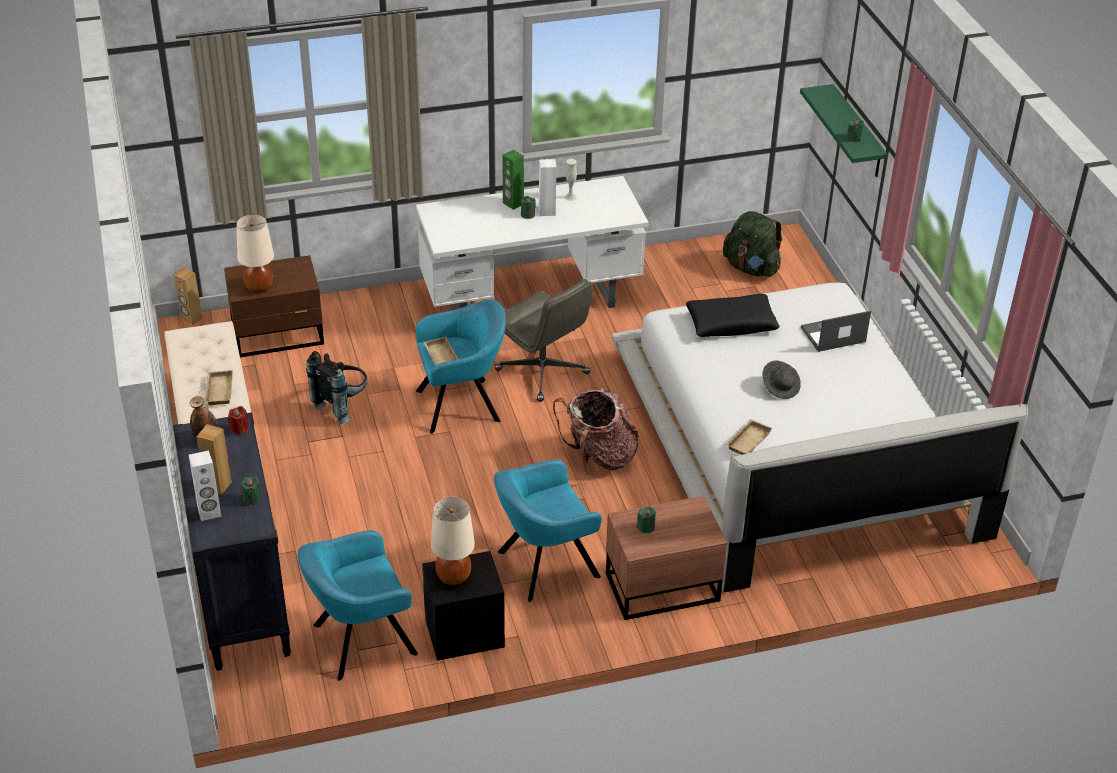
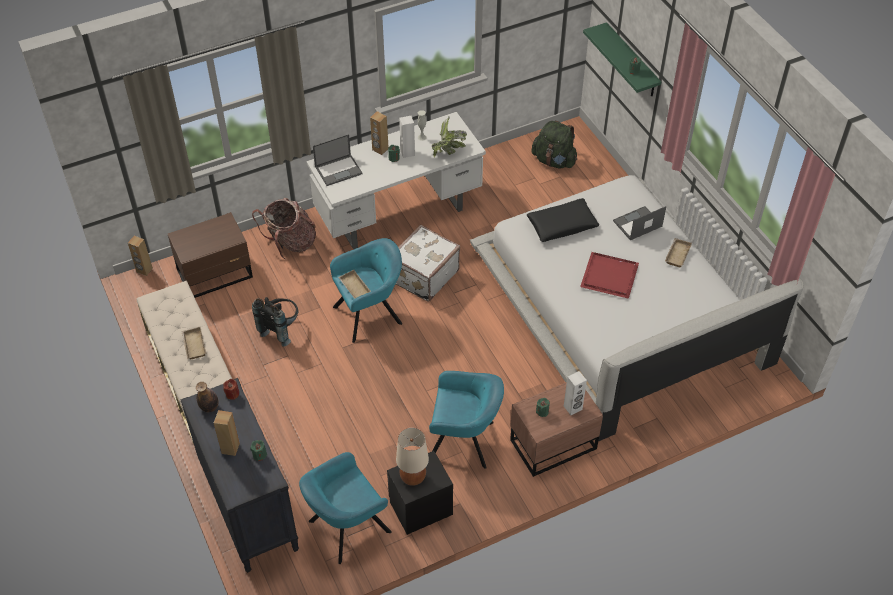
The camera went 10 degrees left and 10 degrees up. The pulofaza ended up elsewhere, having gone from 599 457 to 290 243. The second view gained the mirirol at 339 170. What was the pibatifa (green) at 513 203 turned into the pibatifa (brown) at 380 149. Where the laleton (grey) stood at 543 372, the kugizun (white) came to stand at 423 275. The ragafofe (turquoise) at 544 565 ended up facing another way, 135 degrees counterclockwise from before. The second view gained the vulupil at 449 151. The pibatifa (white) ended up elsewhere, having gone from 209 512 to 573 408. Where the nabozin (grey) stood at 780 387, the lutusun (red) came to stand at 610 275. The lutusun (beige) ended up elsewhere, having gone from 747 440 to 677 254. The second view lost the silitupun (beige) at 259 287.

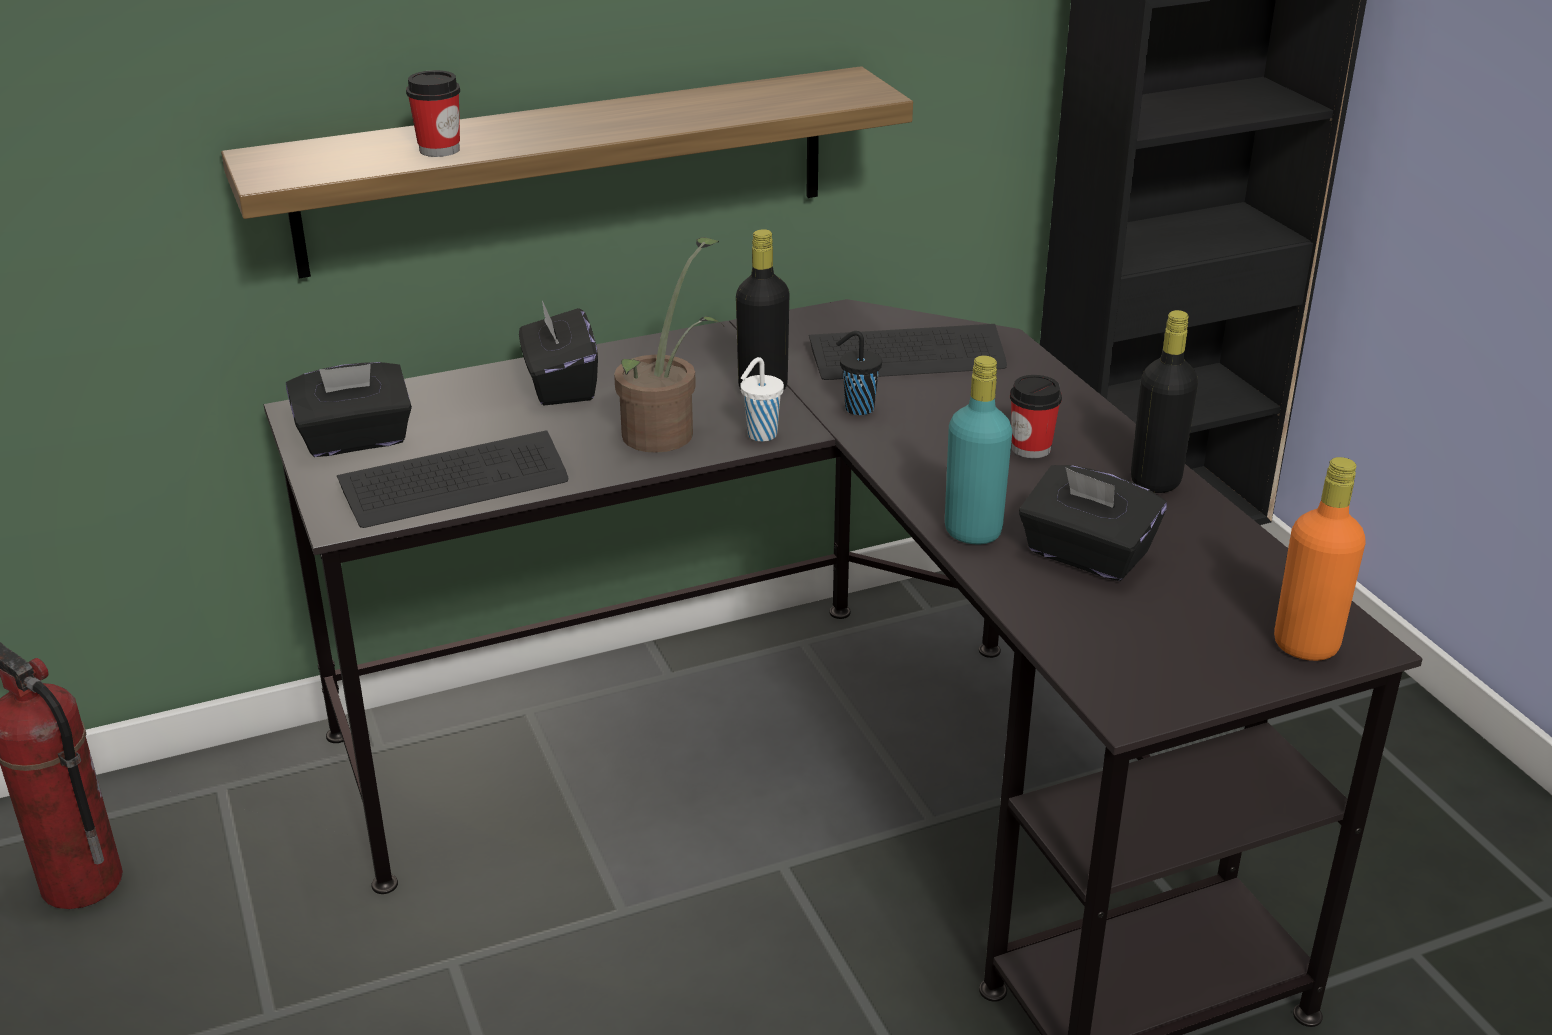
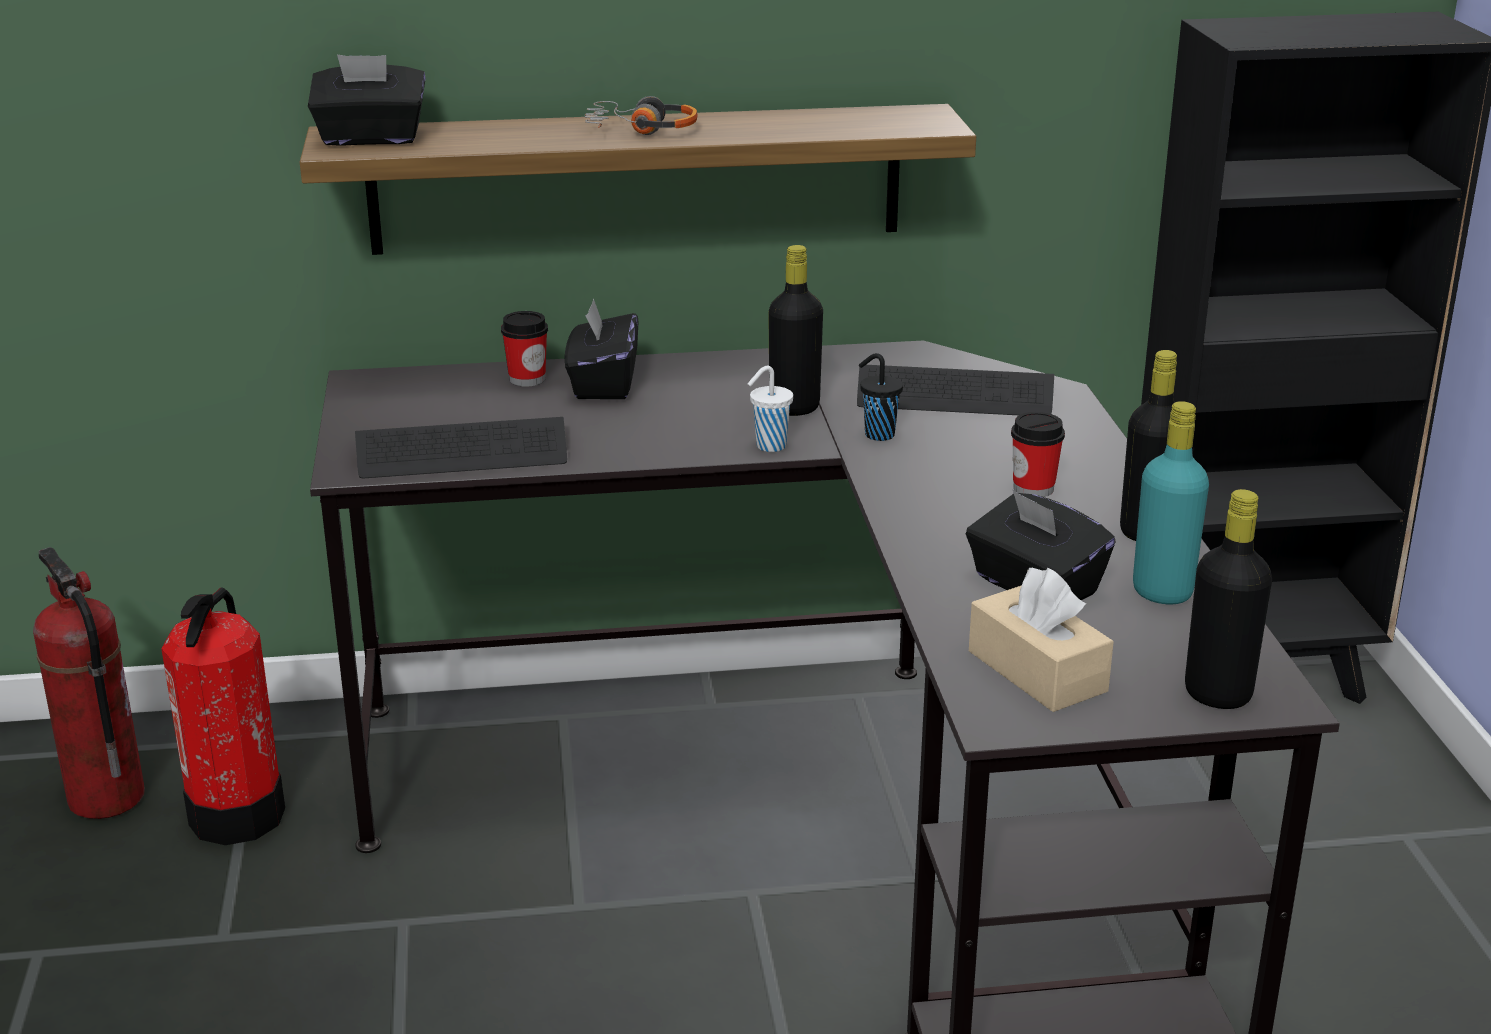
The camera went 15 degrees right and 5 degrees down. The second view gained the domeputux at 238 815. The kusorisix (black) ended up elsewhere, having gone from 355 440 to 371 138. The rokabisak ended up elsewhere, having gone from 439 149 to 527 379. The second view gained the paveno at 640 129. The second view gained the kusorisix (beige) at 1037 671. The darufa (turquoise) ended up elsewhere, having gone from 972 532 to 1162 592. What was the darufa (orange) at 1305 645 turned into the darufa (black) at 1217 694. The second view lost the vulupil at 666 430.

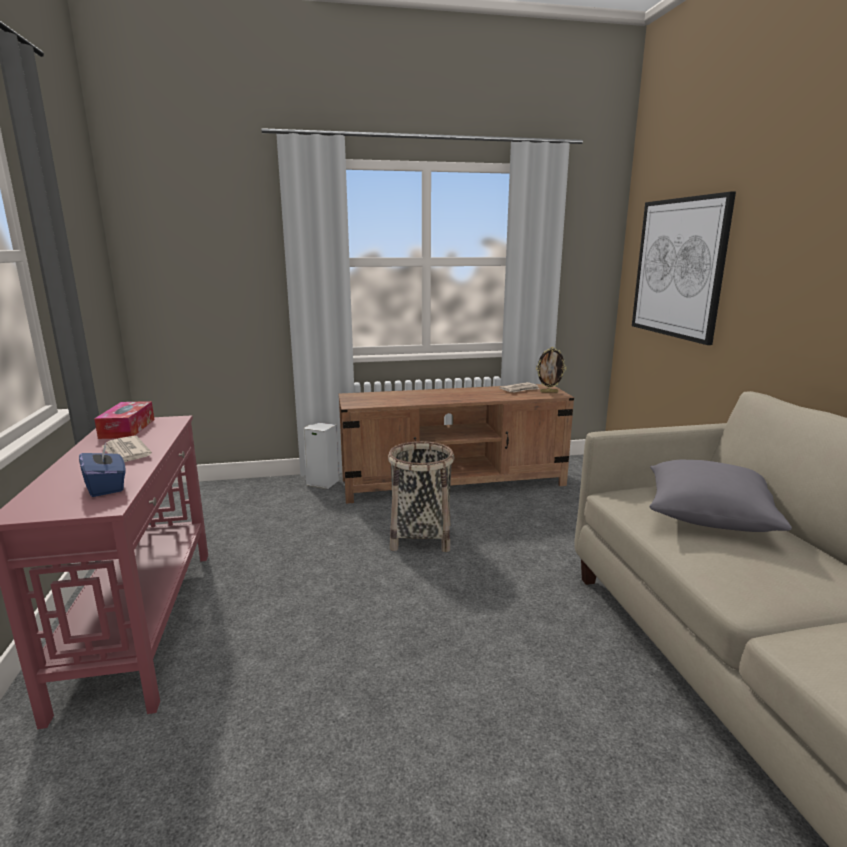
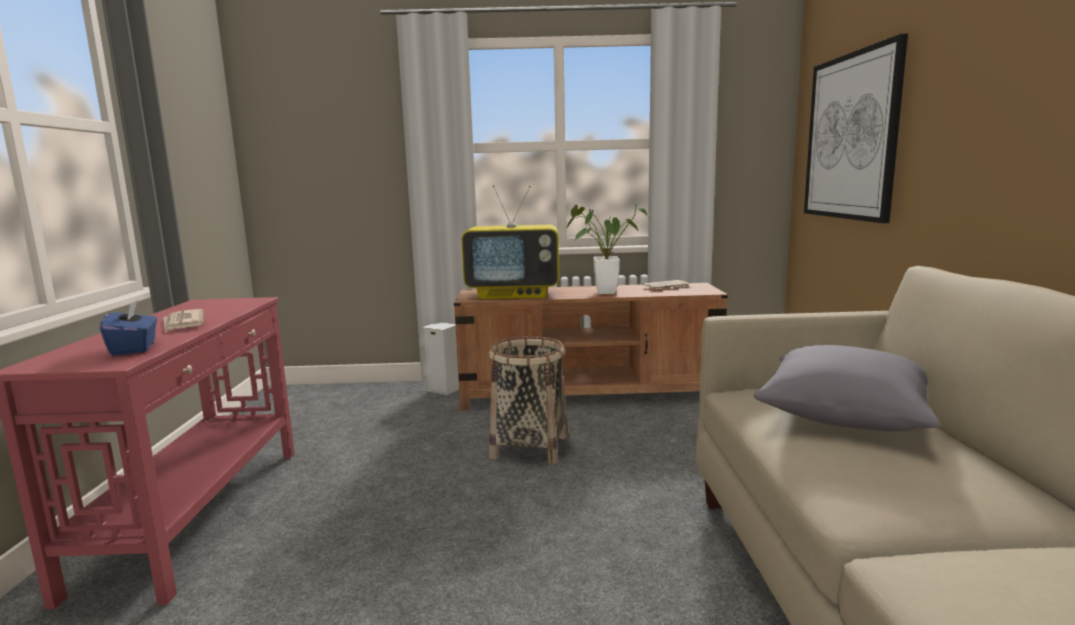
The camera went 10 degrees right and 5 degrees down. The second view gained the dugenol at 514 294. The second view gained the vulupil at 600 292. The second view lost the kusorisix at 127 428. The second view lost the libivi at 549 392.

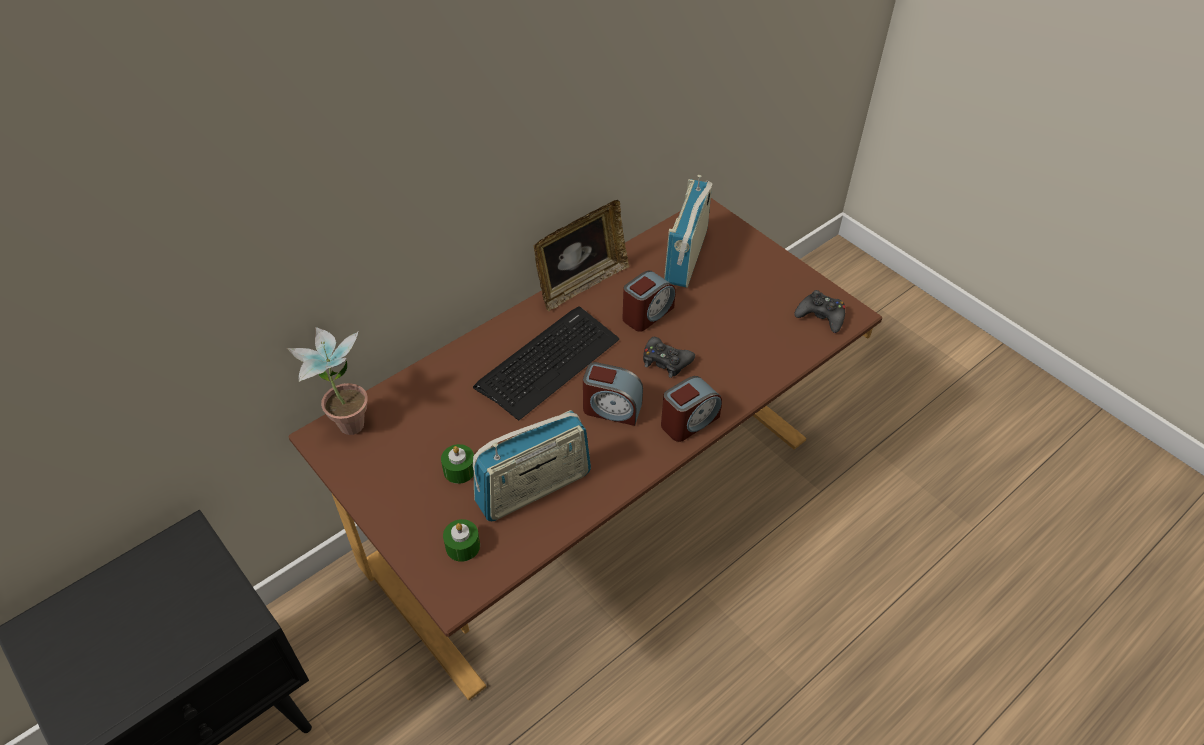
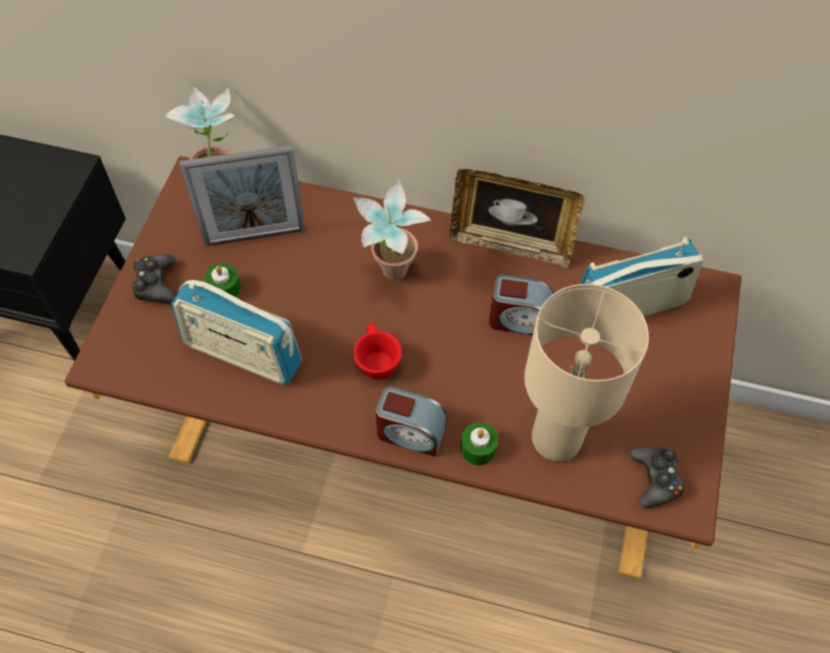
The camera went 55 degrees right and 10 degrees up. The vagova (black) ended up elsewhere, having gone from 666 361 to 156 283. The second view gained the libivi at 255 236. Where the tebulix stood at 548 362, the vulupil came to stand at 391 278. Where the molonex stood at 611 409, the rokabisak (red) came to stand at 376 360. The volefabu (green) ended up elsewhere, having gone from 462 546 to 478 448. The second view gained the silitupun (beige) at 555 437.

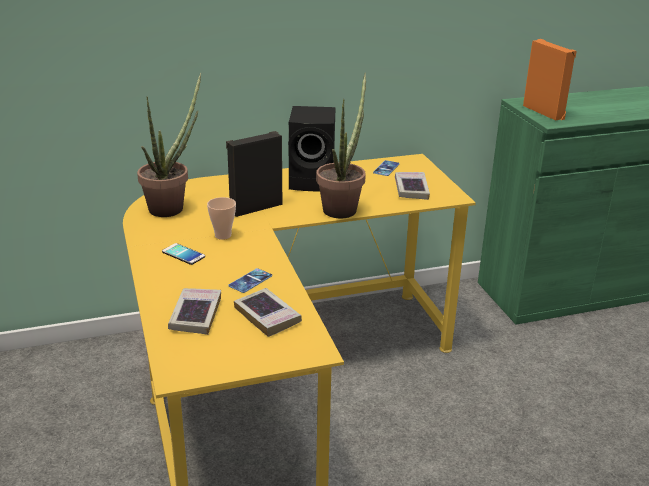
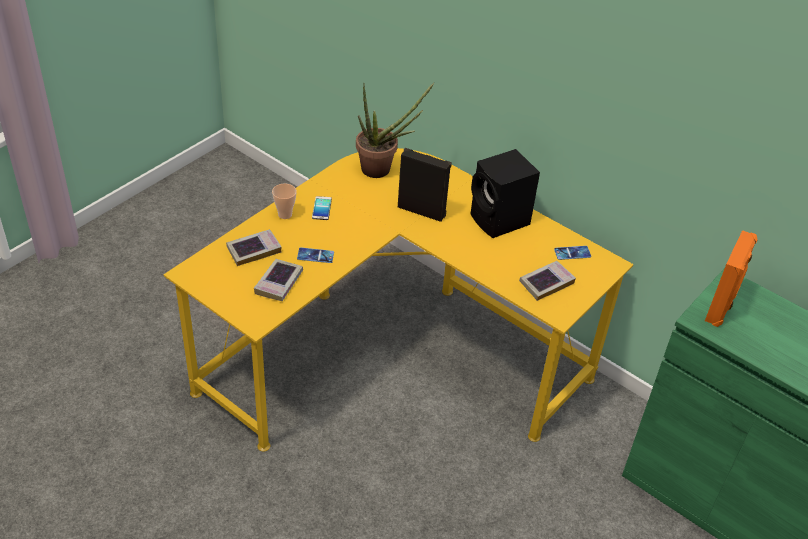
The camera went 55 degrees right and 15 degrees up. The rokabisak ended up elsewhere, having gone from 223 235 to 285 214. The second view lost the vulupil at 342 207.

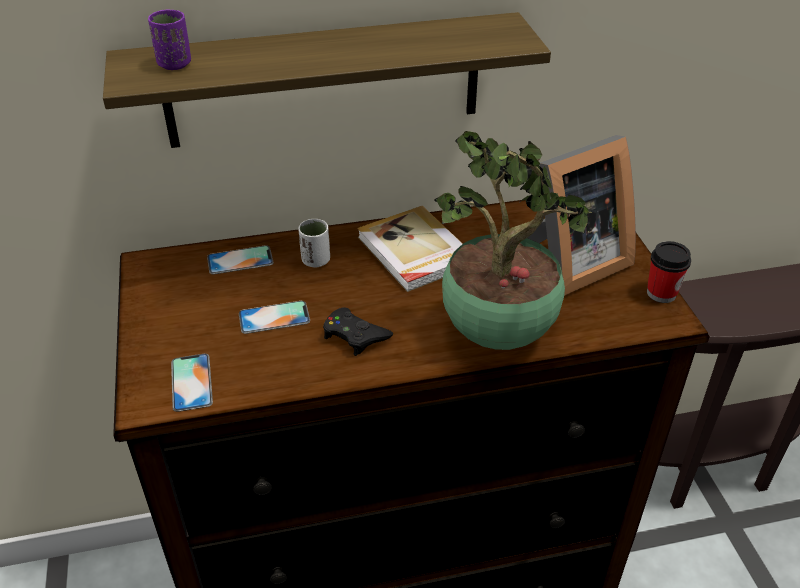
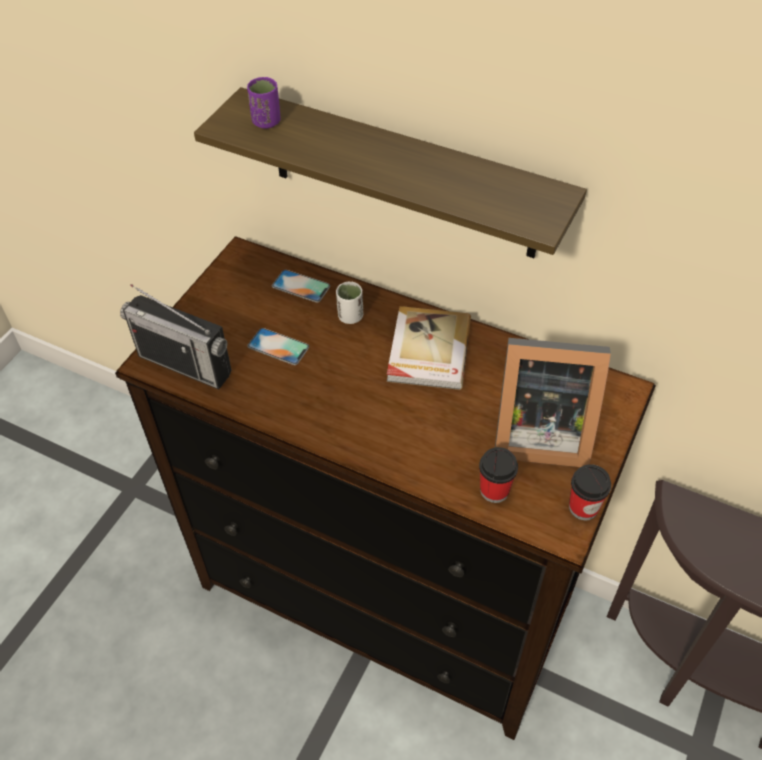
The camera went 40 degrees right and 10 degrees up. Where the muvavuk stood at 191 382, the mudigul came to stand at 185 364. The second view gained the rokabisak at 494 490. The second view lost the vagova (black) at 354 335. The second view lost the vulupil at 501 334.

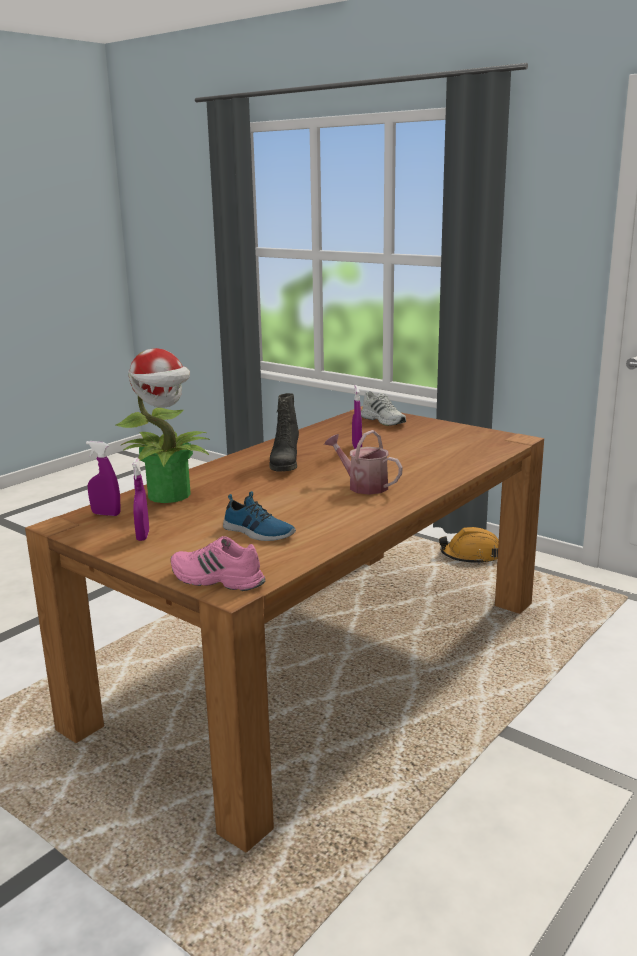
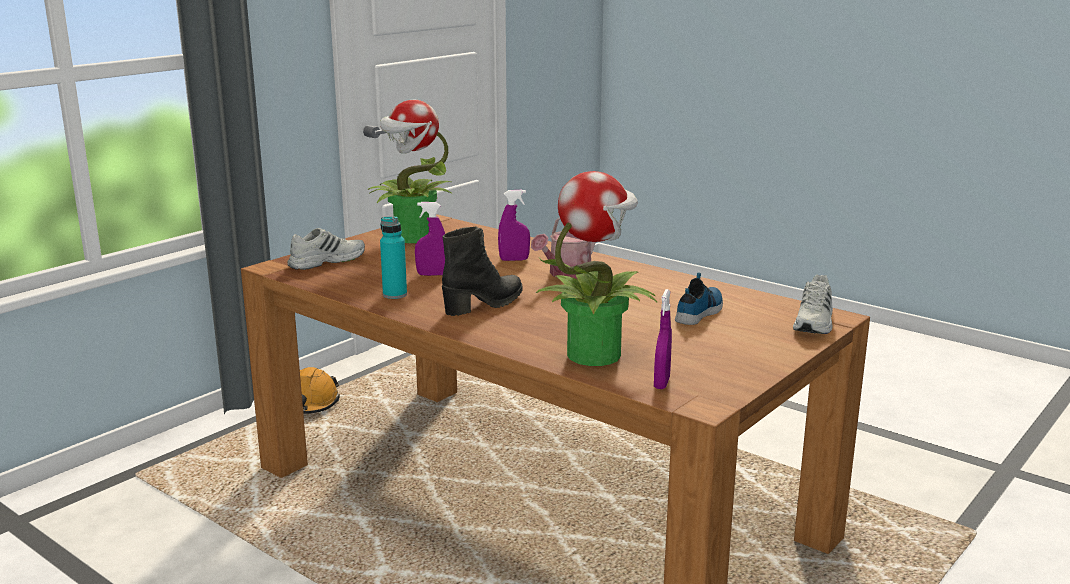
The camera went 90 degrees left and 0 degrees up. The second view gained the vulupil at 412 238. The second view gained the darufa (turquoise) at 395 295. The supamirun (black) at 284 464 ended up facing another way, 45 degrees counterclockwise from before. The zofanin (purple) ended up elsewhere, having gone from 143 536 to 514 259. What was the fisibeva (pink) at 216 580 turned into the fisibeva (white) at 815 322.

